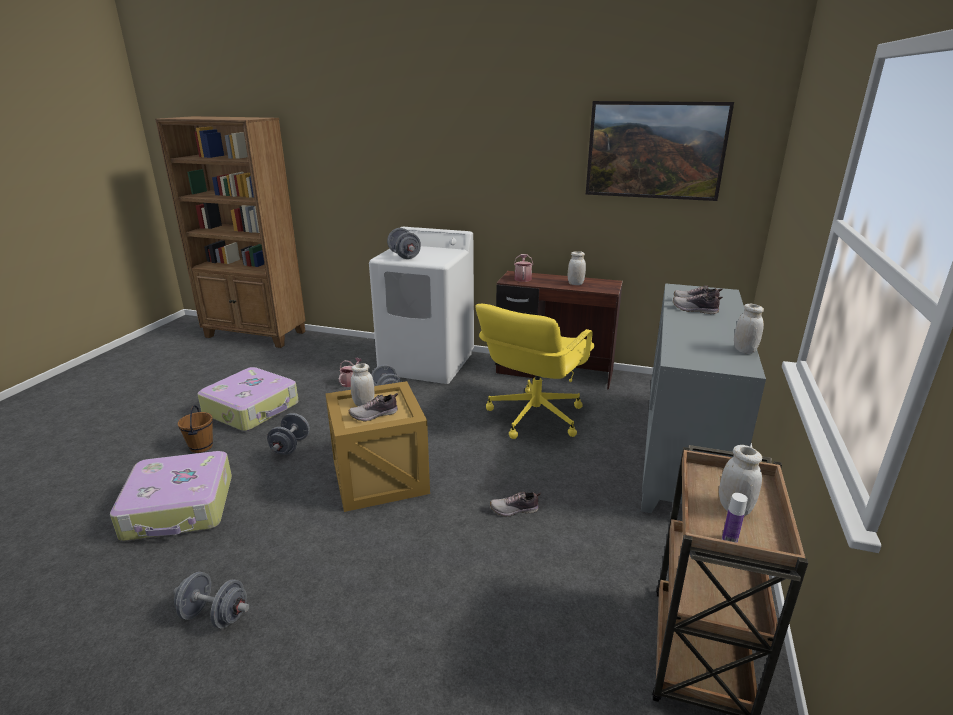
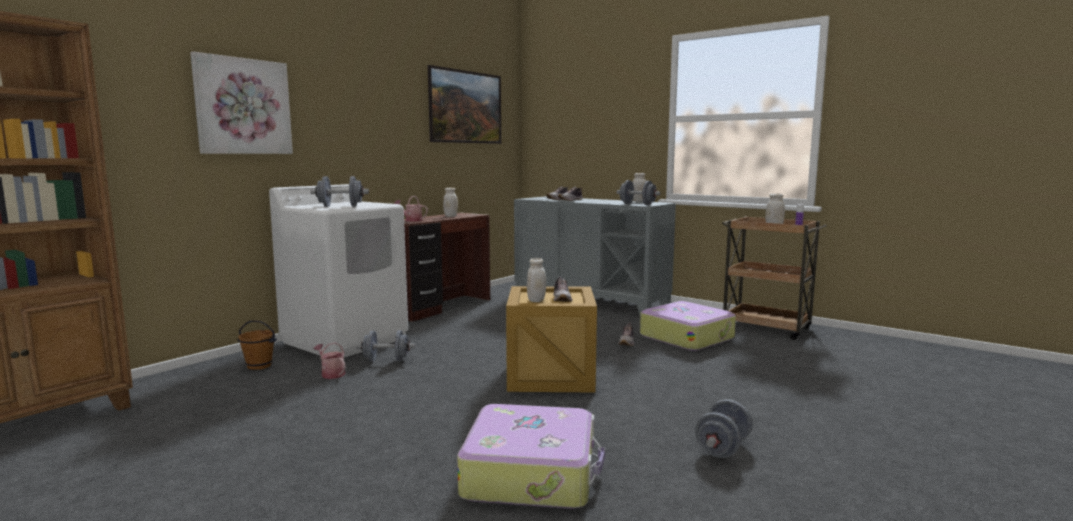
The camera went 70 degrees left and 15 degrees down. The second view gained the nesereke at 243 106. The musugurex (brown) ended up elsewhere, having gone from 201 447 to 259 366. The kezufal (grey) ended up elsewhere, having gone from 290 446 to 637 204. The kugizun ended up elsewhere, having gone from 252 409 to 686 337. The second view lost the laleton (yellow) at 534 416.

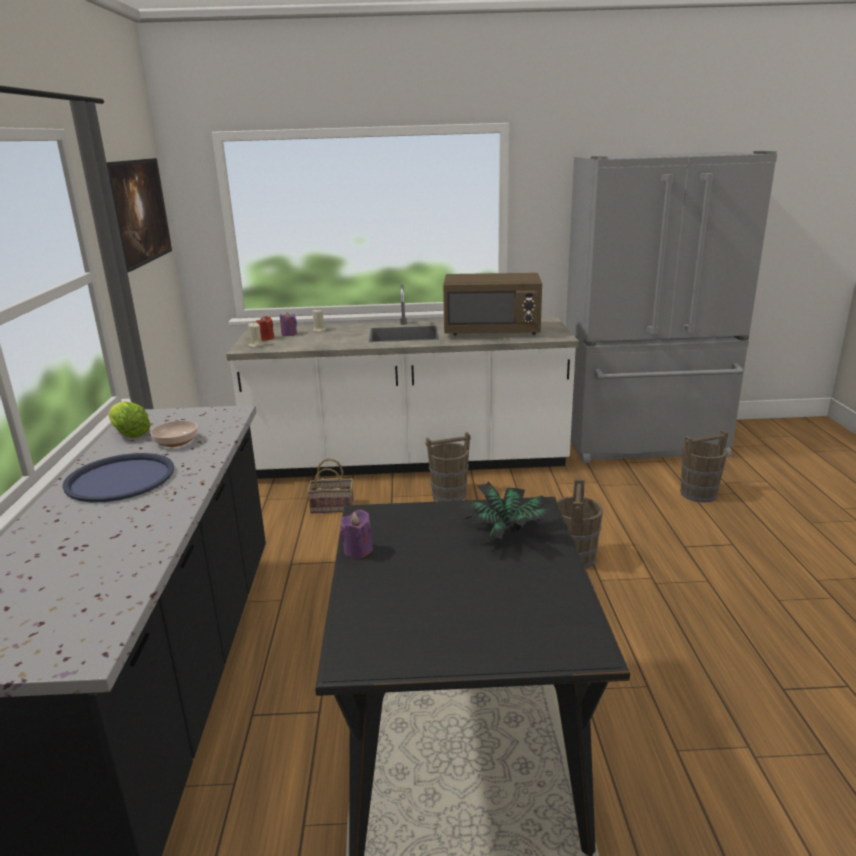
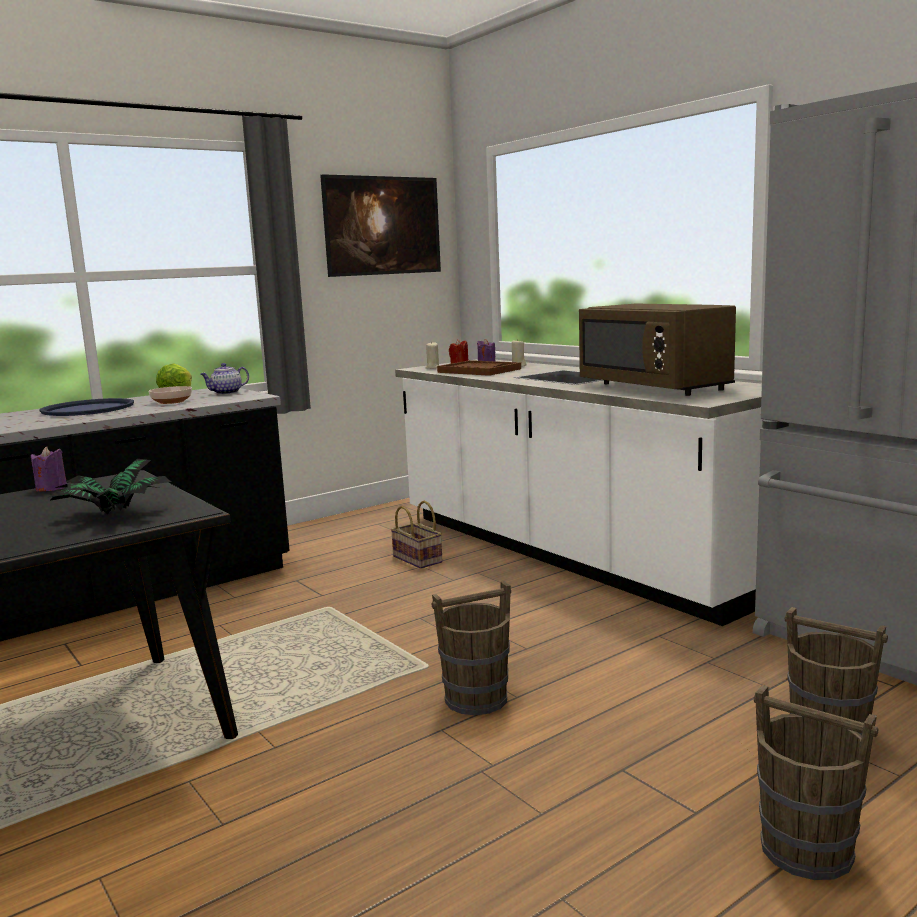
The camera went 55 degrees right and 10 degrees down. The second view gained the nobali at 226 393. The second view gained the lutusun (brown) at 479 370. The musugurex (brown) ended up elsewhere, having gone from 449 494 to 807 850.

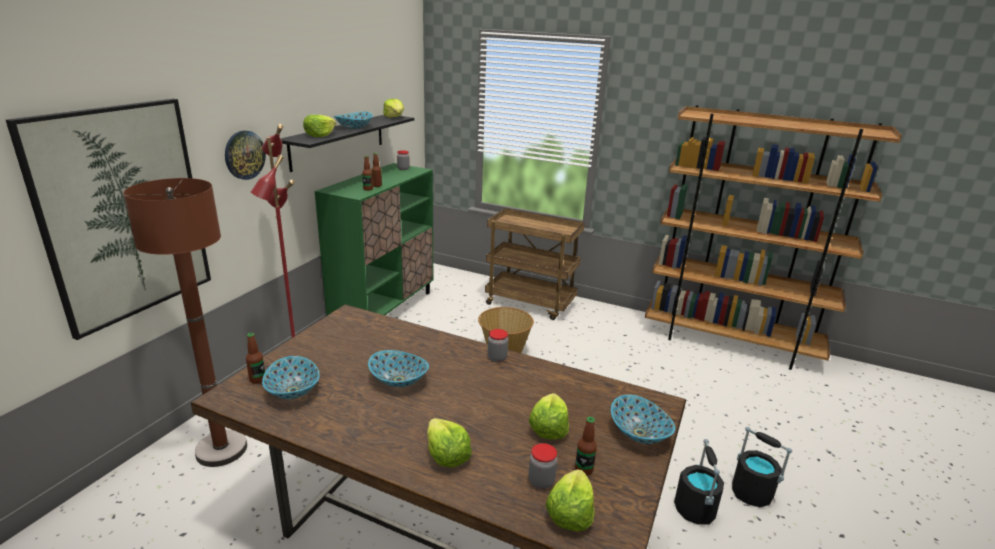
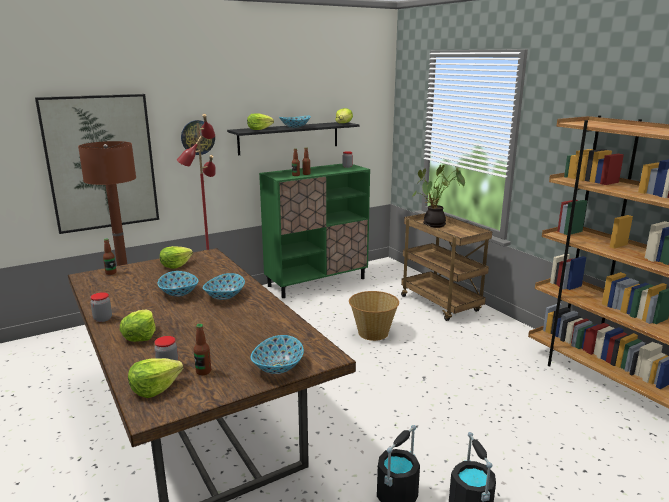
The camera went 35 degrees right and 5 degrees down. The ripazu ended up elsewhere, having gone from 497 358 to 103 319. The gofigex ended up elsewhere, having gone from 548 428 to 176 265. The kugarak ended up elsewhere, having gone from 293 391 to 225 296. The second view gained the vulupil at 434 225.

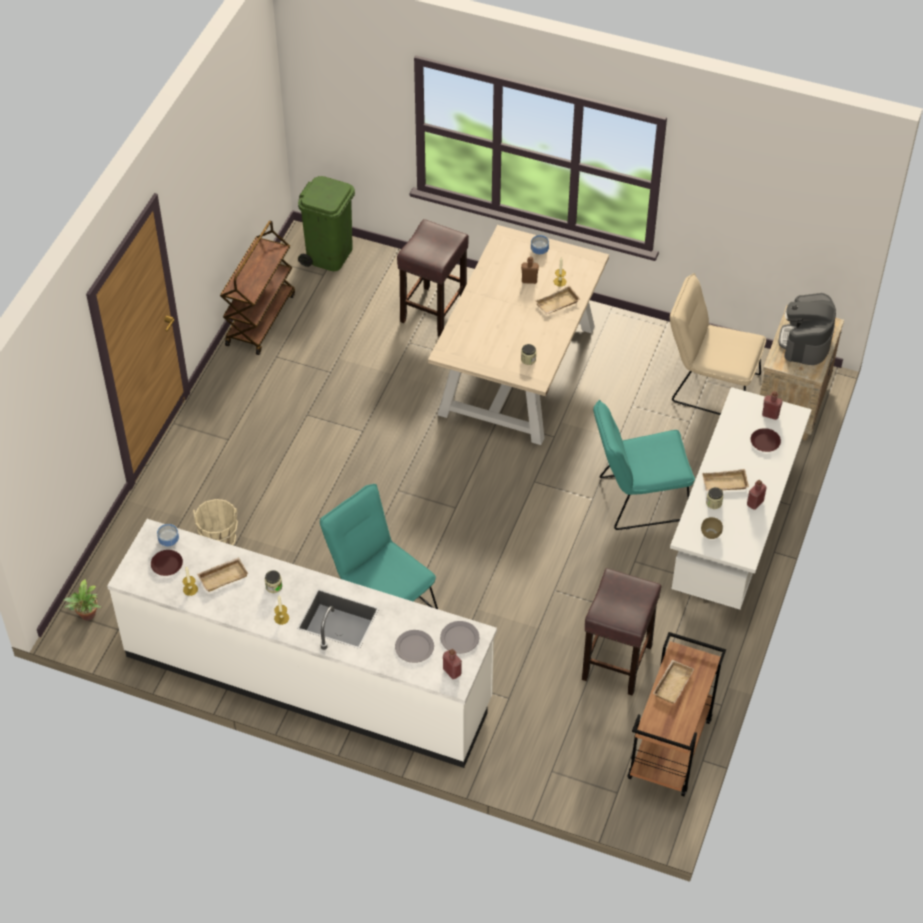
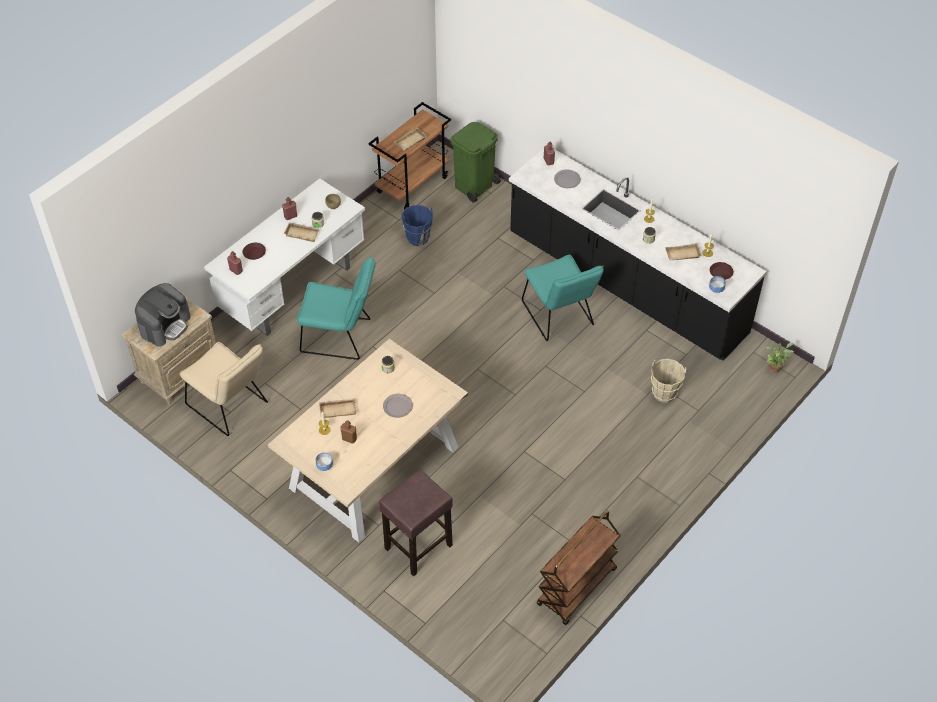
The camera went 160 degrees left and 0 degrees up. The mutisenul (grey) ended up elsewhere, having gone from 460 638 to 397 407. Where the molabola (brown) stood at 616 663, the musugurex (blue) came to stand at 417 238. The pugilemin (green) ended up elsewhere, having gone from 329 254 to 474 186. What was the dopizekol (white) at 308 677 turned into the dopizekol (black) at 626 285.

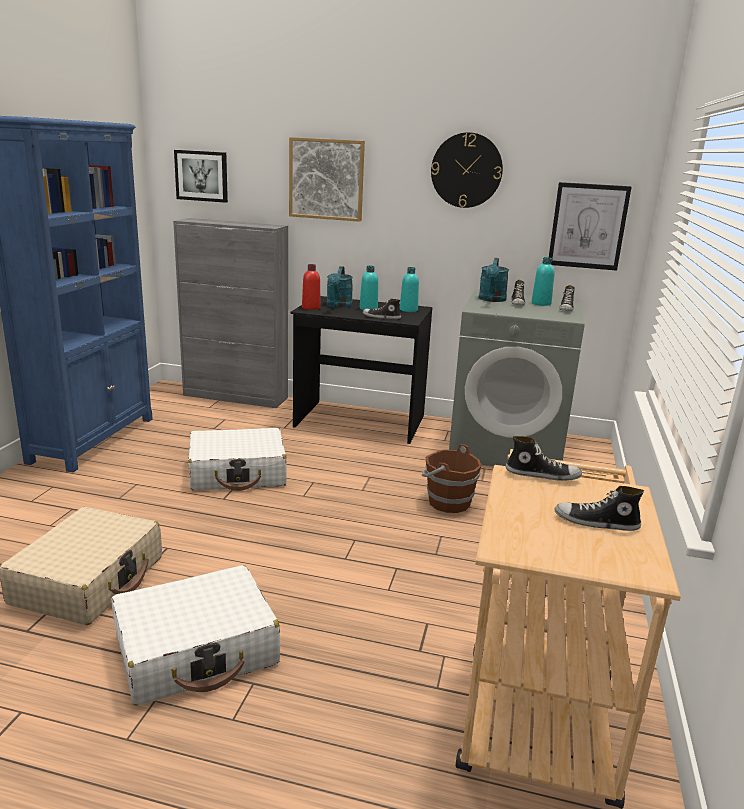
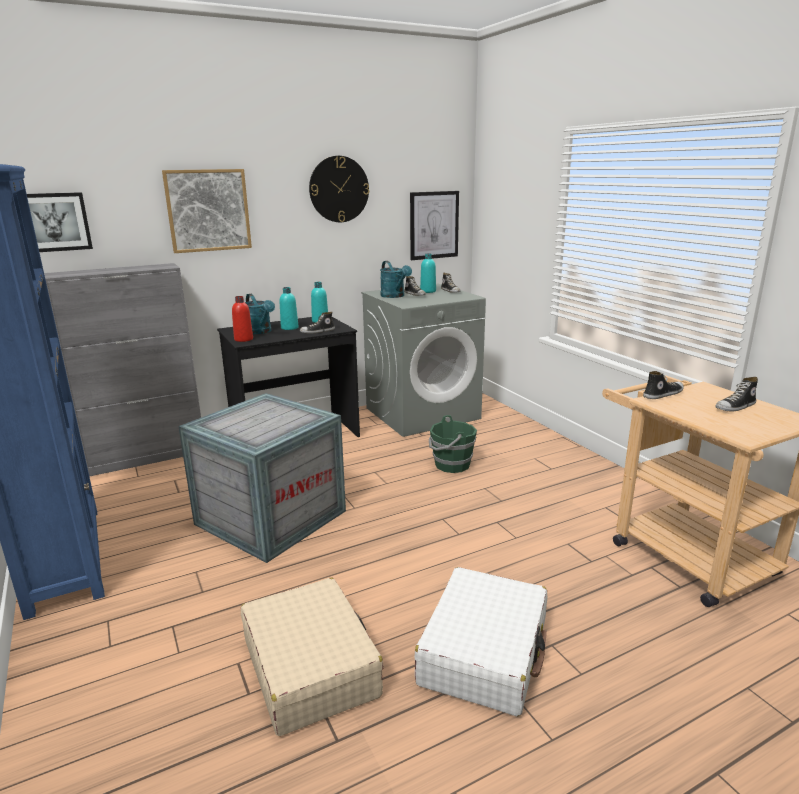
The camera went 40 degrees left and 0 degrees up. Where the kugizun (white) stood at 238 473, the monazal came to stand at 272 517. What was the musugurex (brown) at 447 502 turned into the musugurex (green) at 451 465.

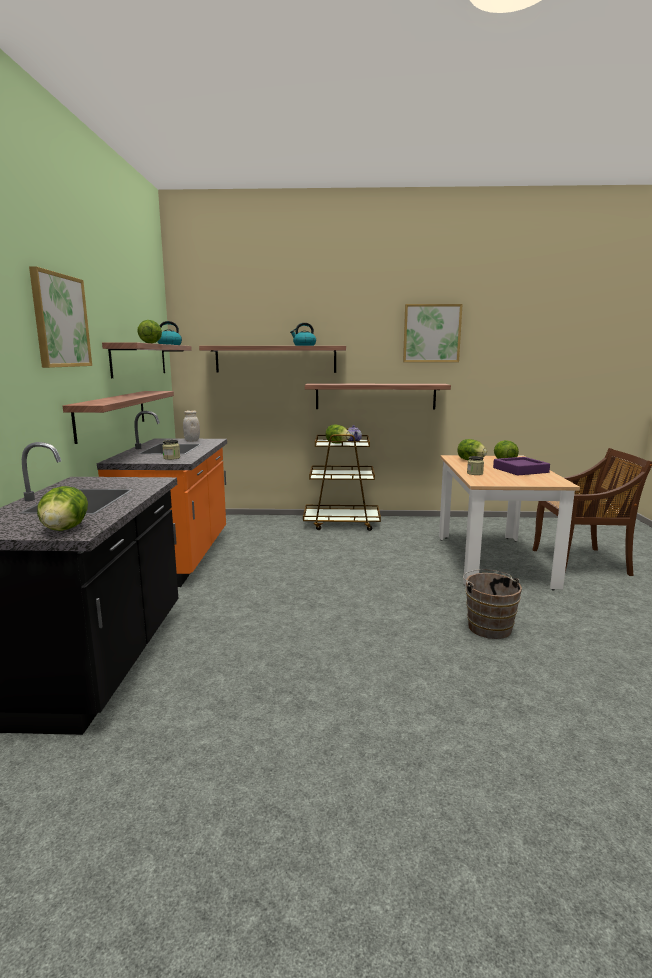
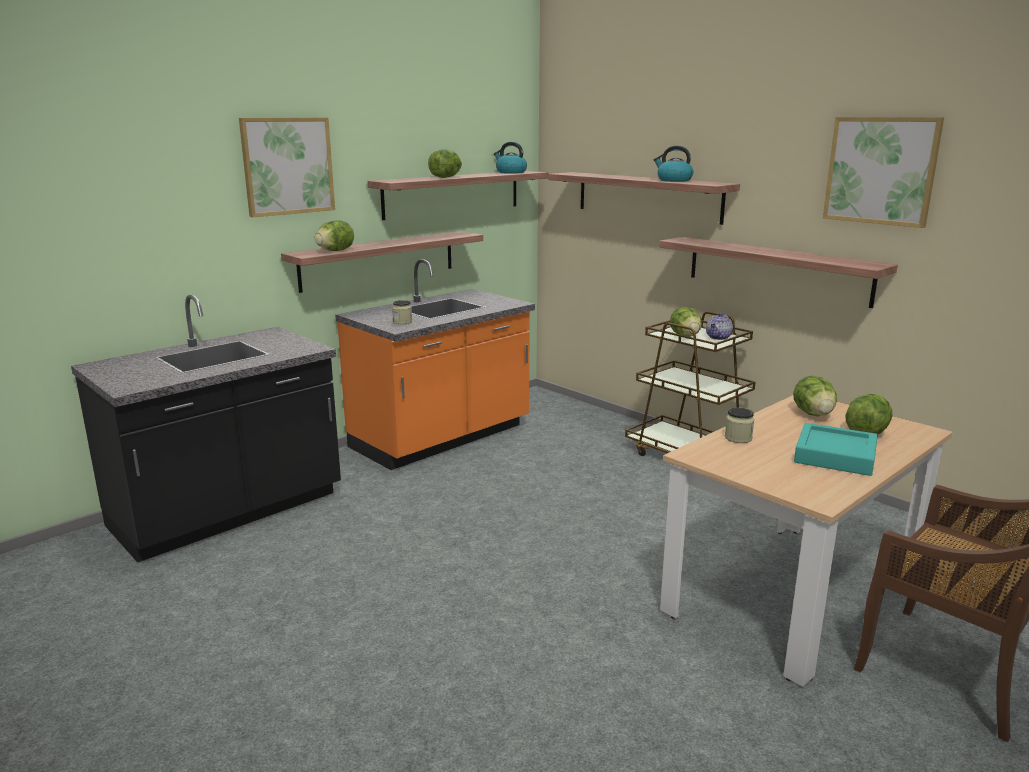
The camera went 45 degrees right and 5 degrees up. The gofigex ended up elsewhere, having gone from 64 529 to 335 251. What was the lutusun (purple) at 520 470 turned into the lutusun (turquoise) at 835 456. The second view lost the ripazu (white) at 192 441. The second view lost the musugurex (brown) at 488 626.

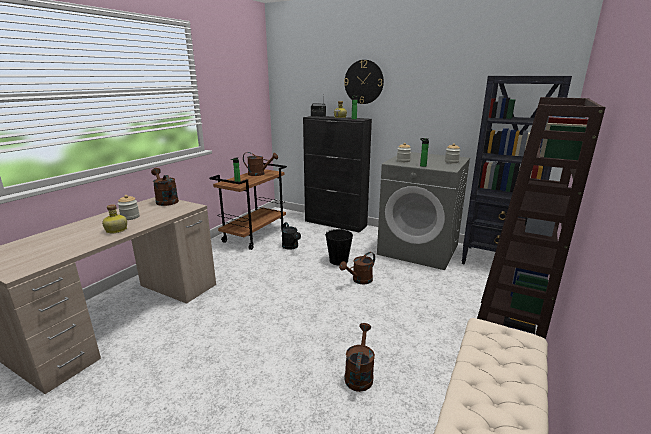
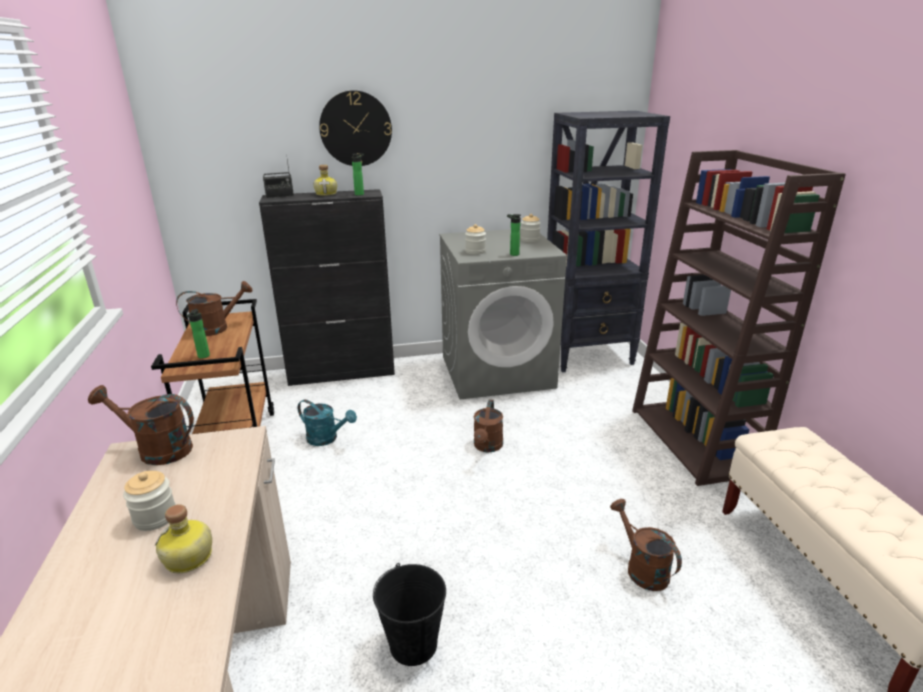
The camera went 40 degrees left and 5 degrees up. What was the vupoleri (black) at 291 247 turned into the vupoleri (turquoise) at 327 439. The musugurex (black) ended up elsewhere, having gone from 339 261 to 413 643.

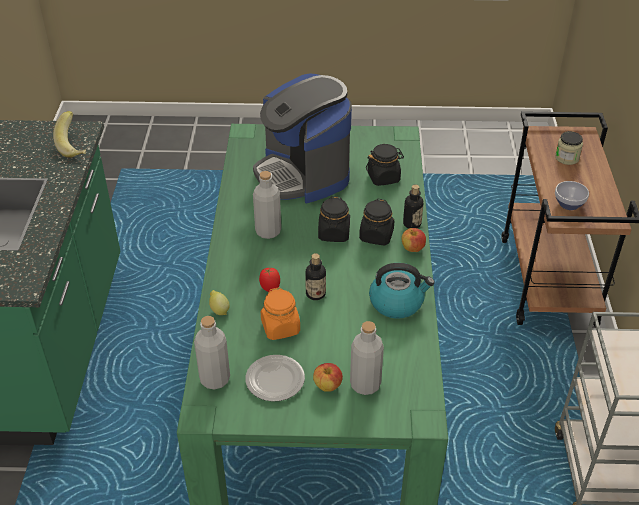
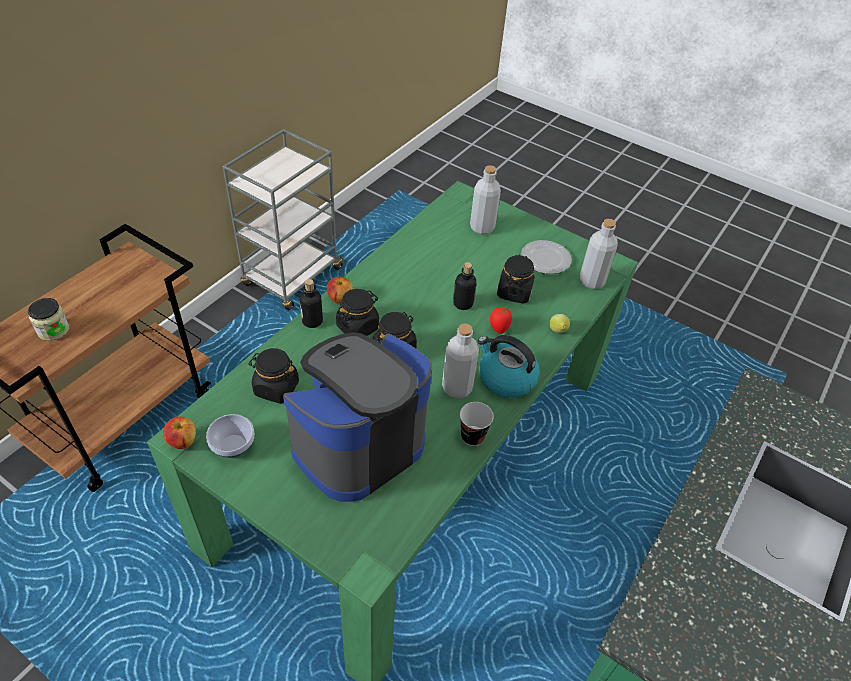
The camera went 150 degrees left and 5 degrees up. The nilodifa ended up elsewhere, having gone from 327 386 to 182 441. The kugarak ended up elsewhere, having gone from 569 204 to 233 445. The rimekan at 303 174 ended up facing another way, 135 degrees counterclockwise from before. The second view gained the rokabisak at 472 436. The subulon ended up elsewhere, having gone from 397 302 to 505 378. What was the ripazu (orange) at 280 327 turned into the ripazu (black) at 514 292. The second view lost the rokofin at 75 146.

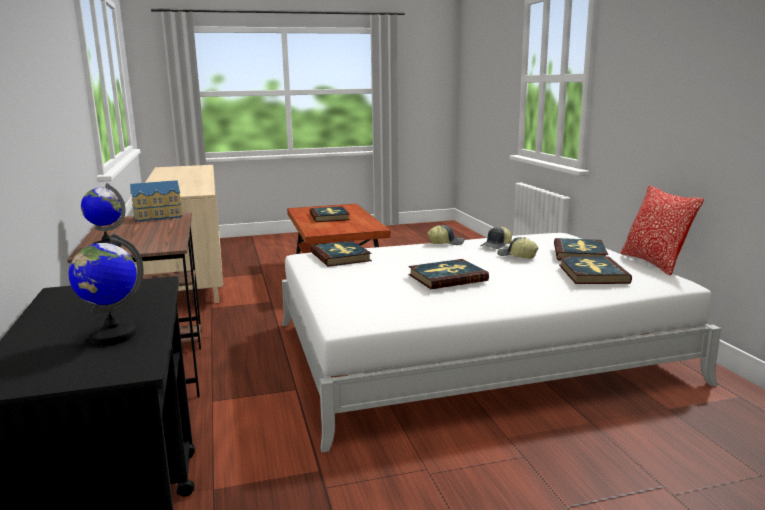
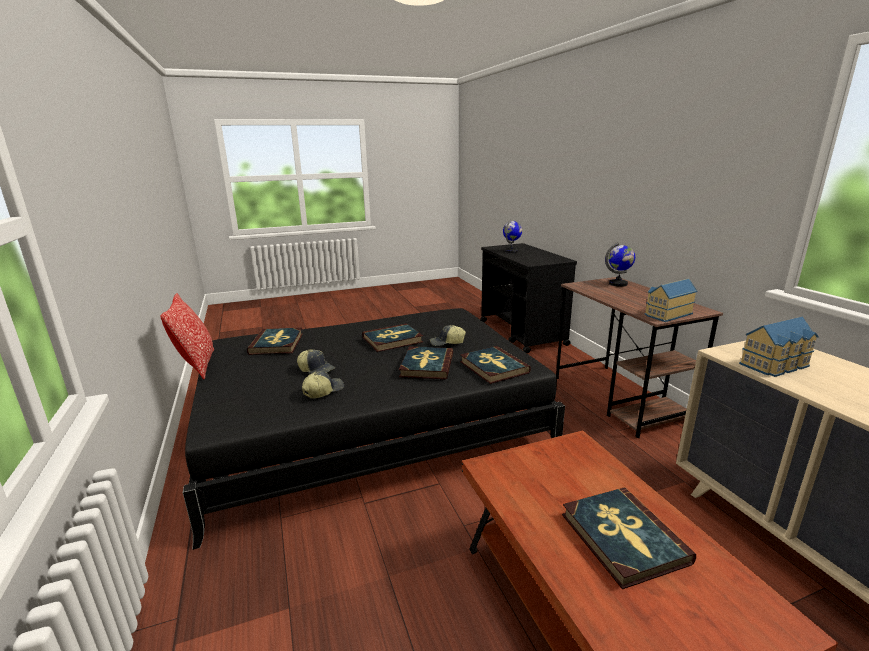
The camera went 175 degrees right and 5 degrees up. What was the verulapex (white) at 472 351 turned into the verulapex (black) at 370 423. The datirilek ended up elsewhere, having gone from 580 253 to 426 365. The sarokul ended up elsewhere, having gone from 446 243 to 447 343. The second view gained the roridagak at 776 365.

